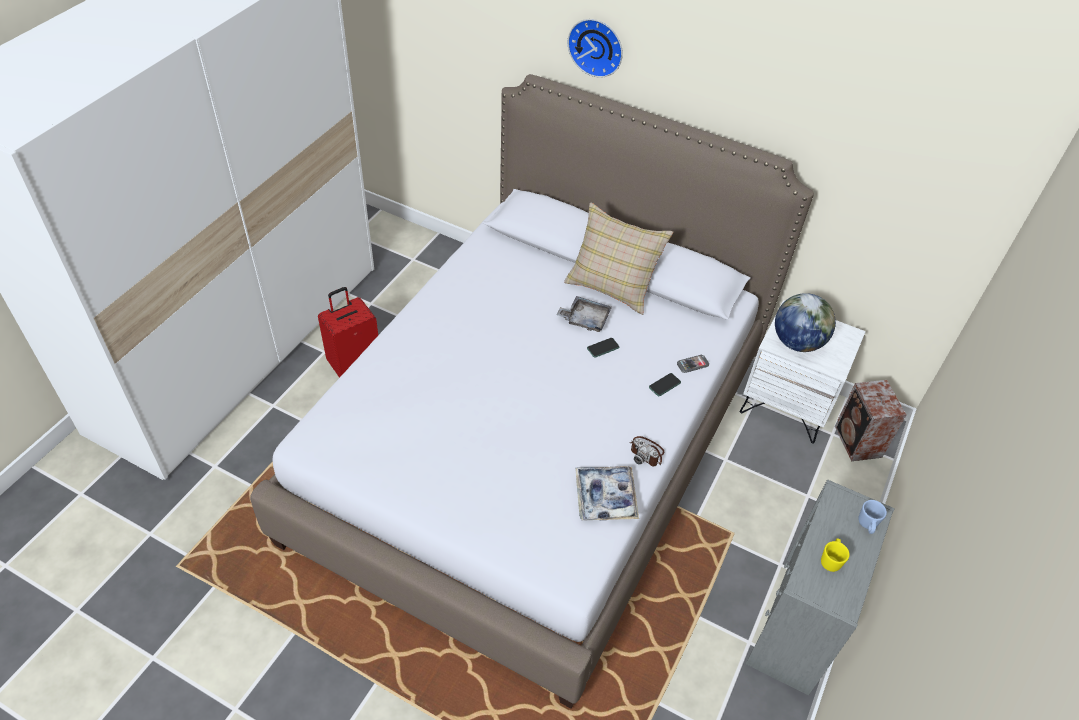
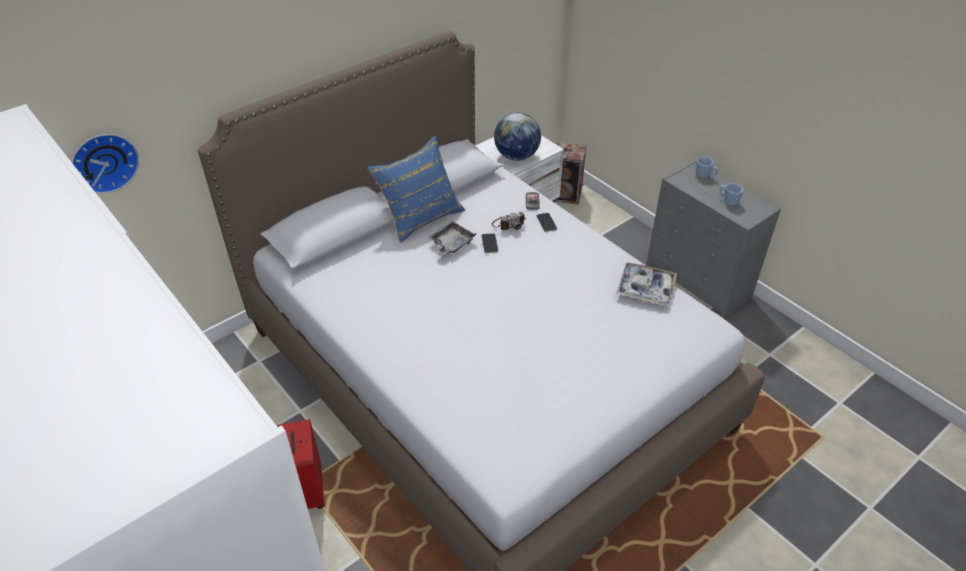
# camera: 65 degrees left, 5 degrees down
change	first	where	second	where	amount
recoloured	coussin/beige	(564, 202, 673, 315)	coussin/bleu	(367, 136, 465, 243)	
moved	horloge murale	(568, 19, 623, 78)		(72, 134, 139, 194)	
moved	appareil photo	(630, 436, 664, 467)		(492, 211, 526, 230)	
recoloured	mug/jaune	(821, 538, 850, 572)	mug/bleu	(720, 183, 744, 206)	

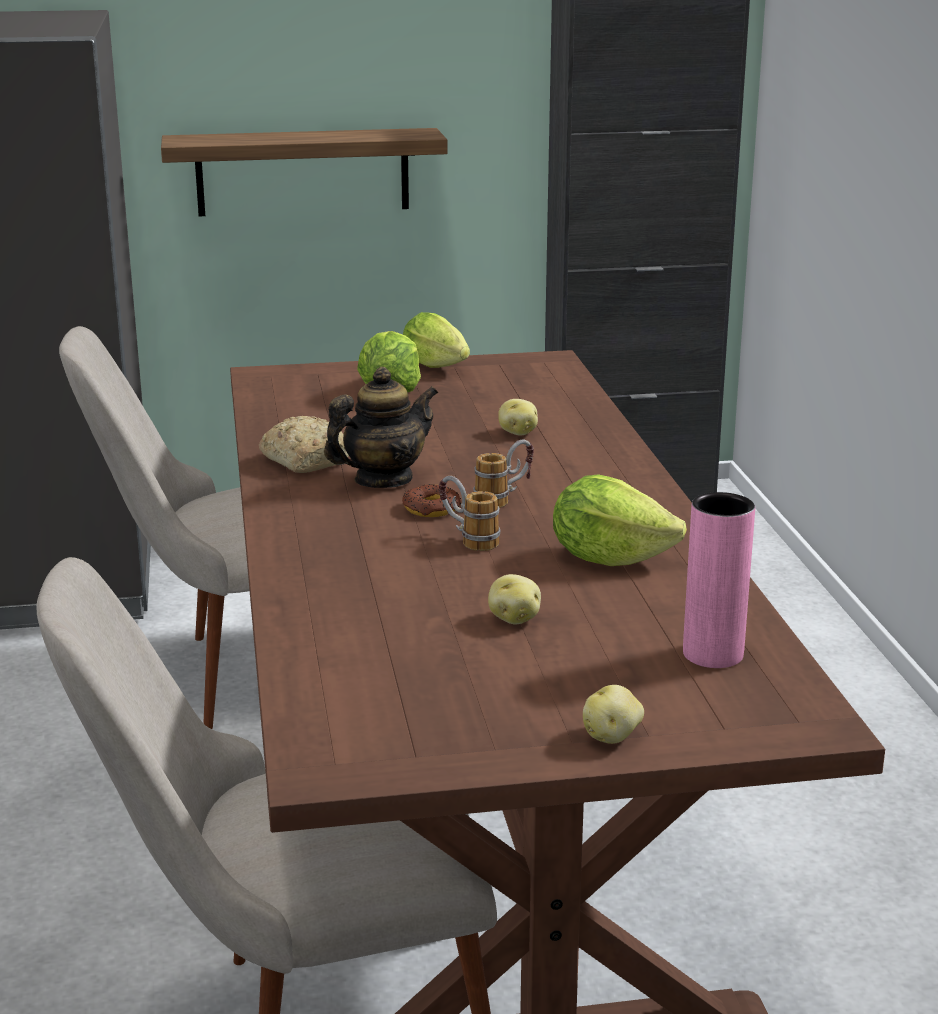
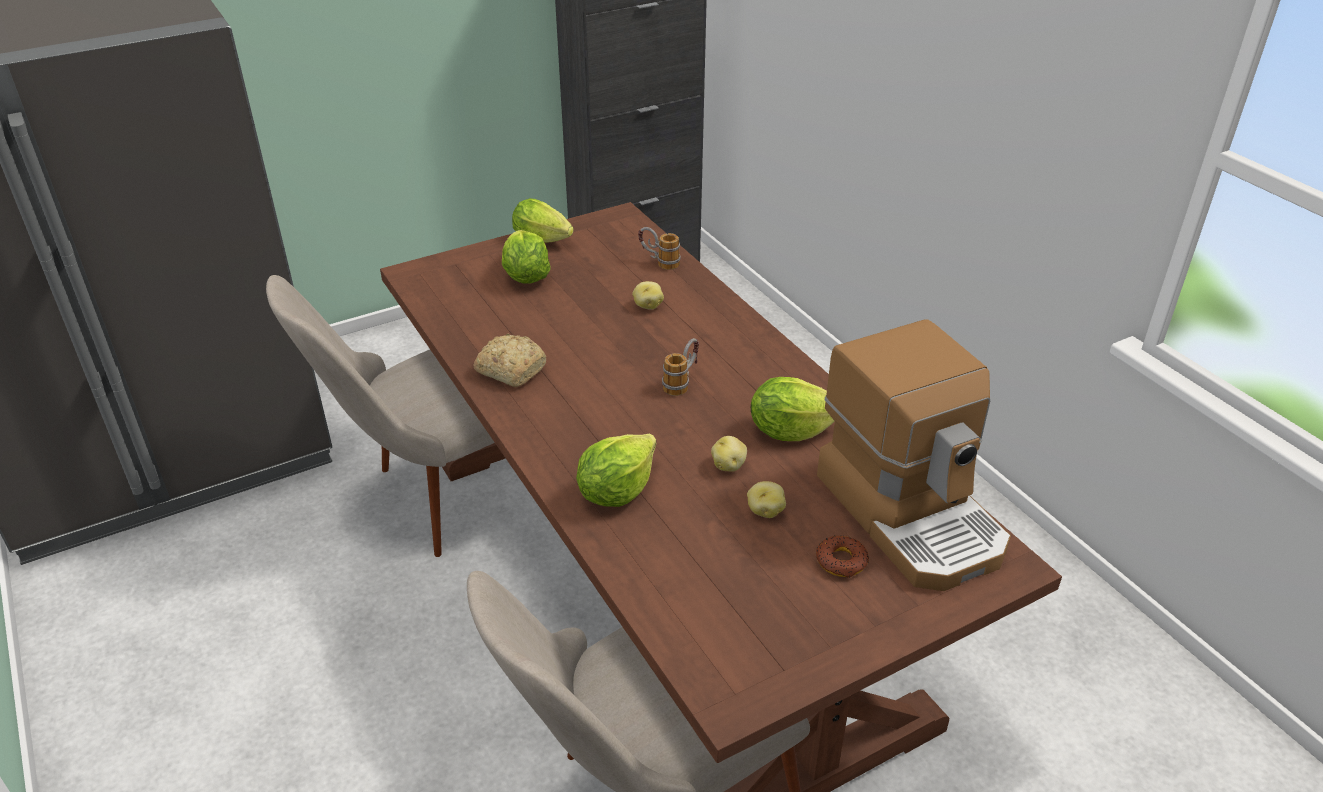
# camera: 20 degrees left, 15 degrees up
change	first	where	second	where	amount
removed	étagère	(161, 128, 448, 216)			
removed	théière	(324, 367, 438, 488)			
moved	beignet	(402, 484, 461, 517)		(816, 535, 869, 578)	
moved	mug	(439, 476, 500, 551)		(638, 227, 681, 270)	
moved	pomme de terre	(583, 685, 644, 744)		(711, 436, 747, 472)	
replaced	vase/rose	(683, 492, 755, 668)	machine à café	(817, 319, 1011, 591)	
added			laitue	(576, 433, 656, 507)	

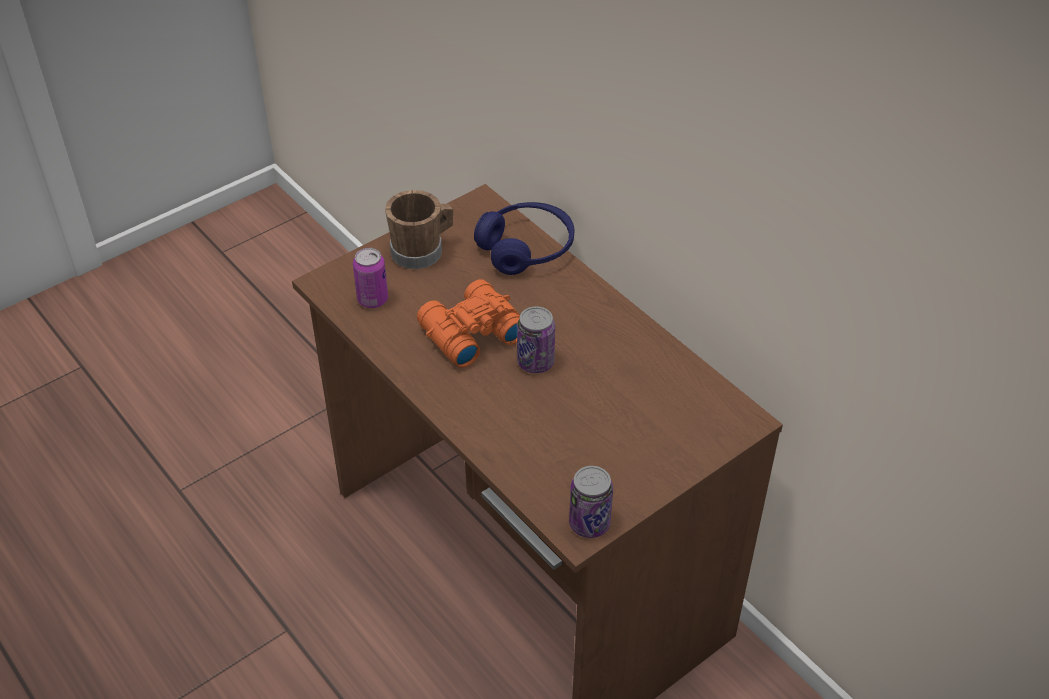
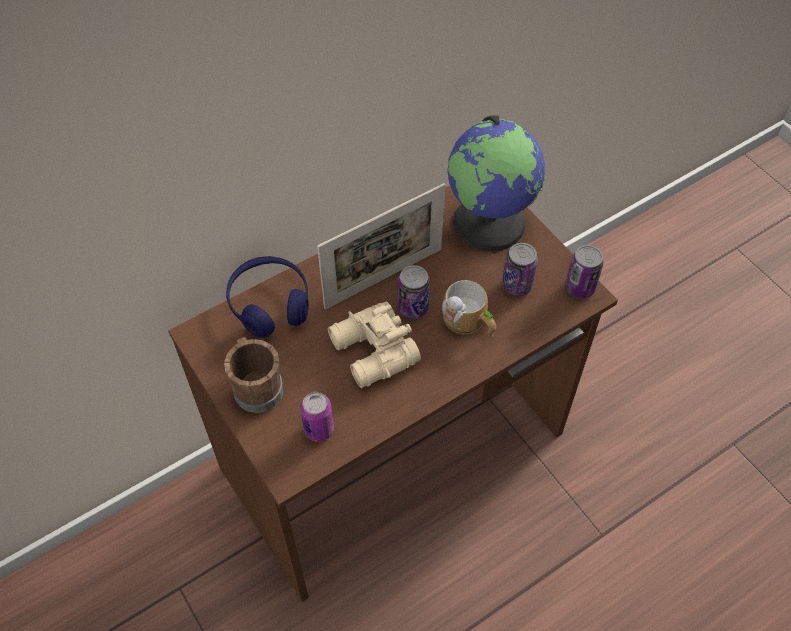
# camera: 85 degrees left, 10 degrees up
change	first	where	second	where	amount
recoloured	jumelles/orange	(417, 279, 520, 368)	jumelles/beige	(328, 302, 421, 388)	
added			cadre photo	(317, 183, 446, 309)	
added			mug	(442, 280, 497, 338)	
added			globe	(447, 115, 546, 251)	
added			boîte métallique	(502, 243, 538, 296)	

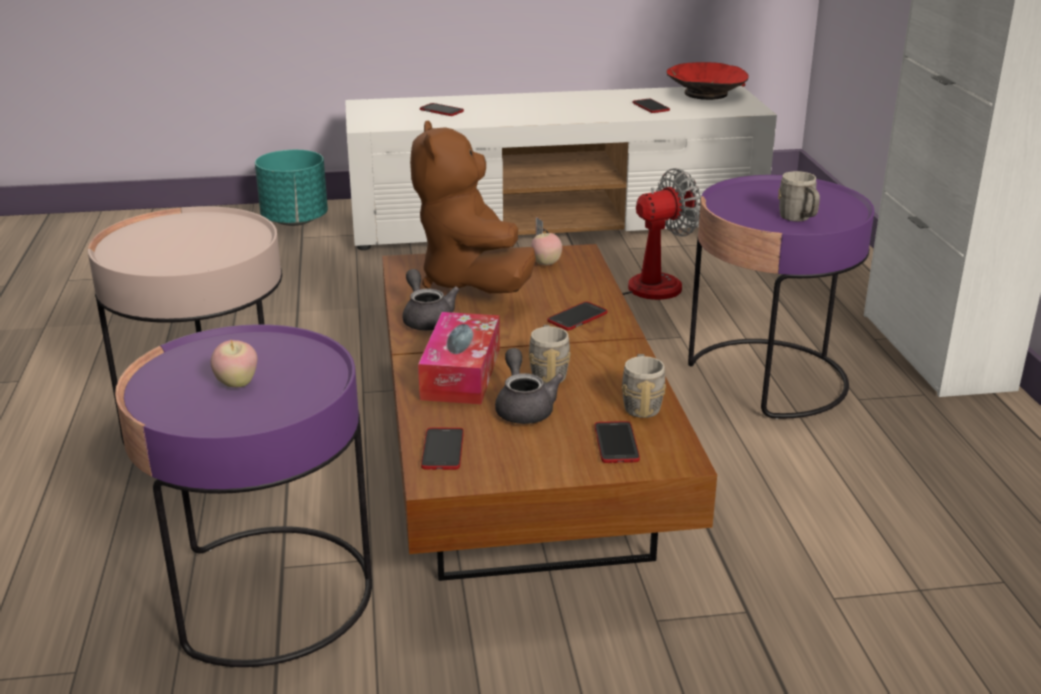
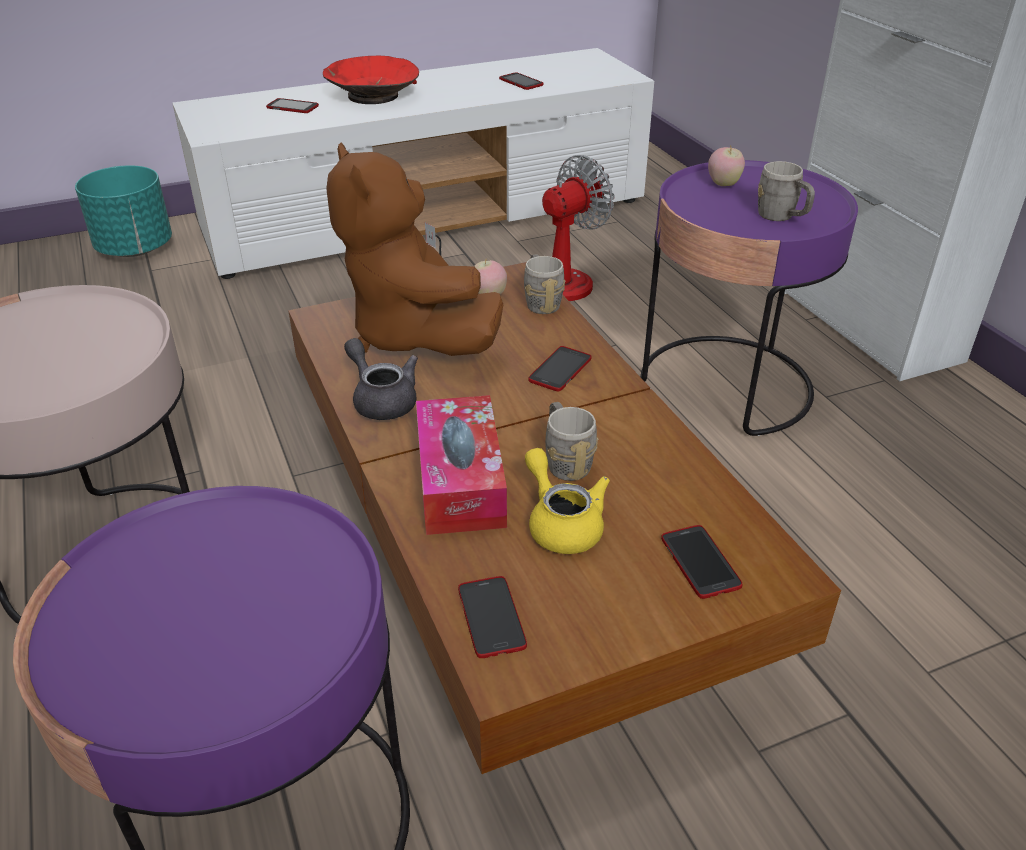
# camera: 15 degrees left, 10 degrees up
change	first	where	second	where	amount
moved	pomme	(211, 340, 257, 387)		(708, 147, 745, 186)	
recoloured	théière/gris	(495, 348, 564, 424)	théière/jaune	(525, 448, 610, 554)	
moved	mug/gris	(622, 354, 666, 418)		(524, 254, 565, 314)	
moved	bol/rouge	(667, 62, 749, 100)		(323, 56, 419, 104)	

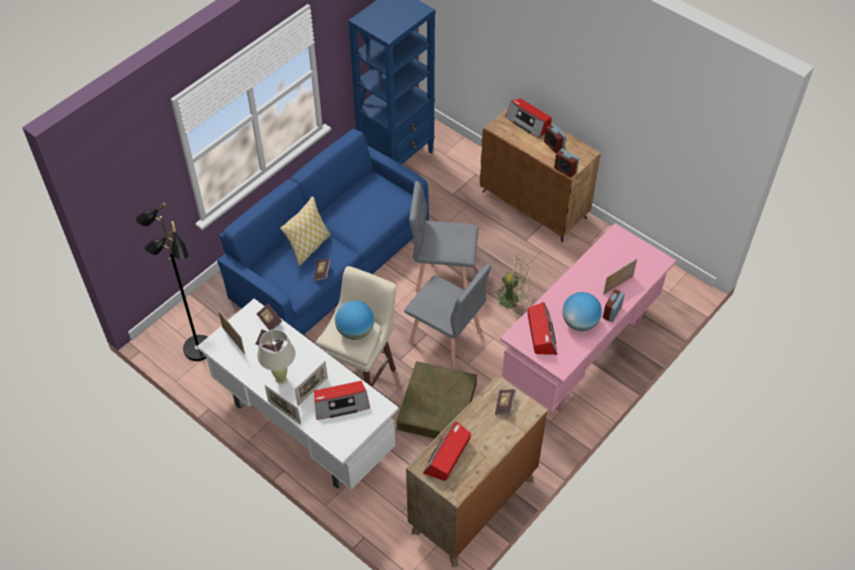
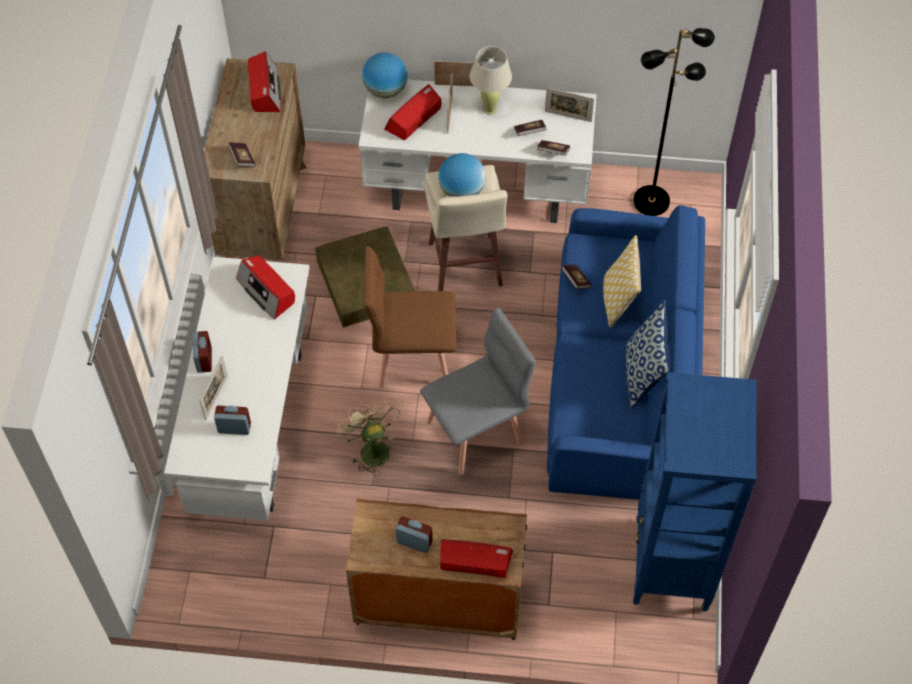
# camera: 145 degrees right, 5 degrees up
change	first	where	second	where	amount
recoloured	chaise/gris	(404, 264, 491, 368)	chaise/marron	(365, 246, 457, 388)	
turned	ventilateur/beige	(493, 256, 531, 316)		(336, 398, 400, 476)	90 degrees clockwise
recoloured	bureau/rose	(500, 223, 676, 412)	bureau/blanc	(164, 257, 309, 521)	
moved	réveil	(554, 149, 579, 177)		(214, 405, 251, 435)	
moved	globe	(562, 292, 602, 331)		(362, 52, 408, 98)	
added			coussin	(626, 300, 670, 409)	

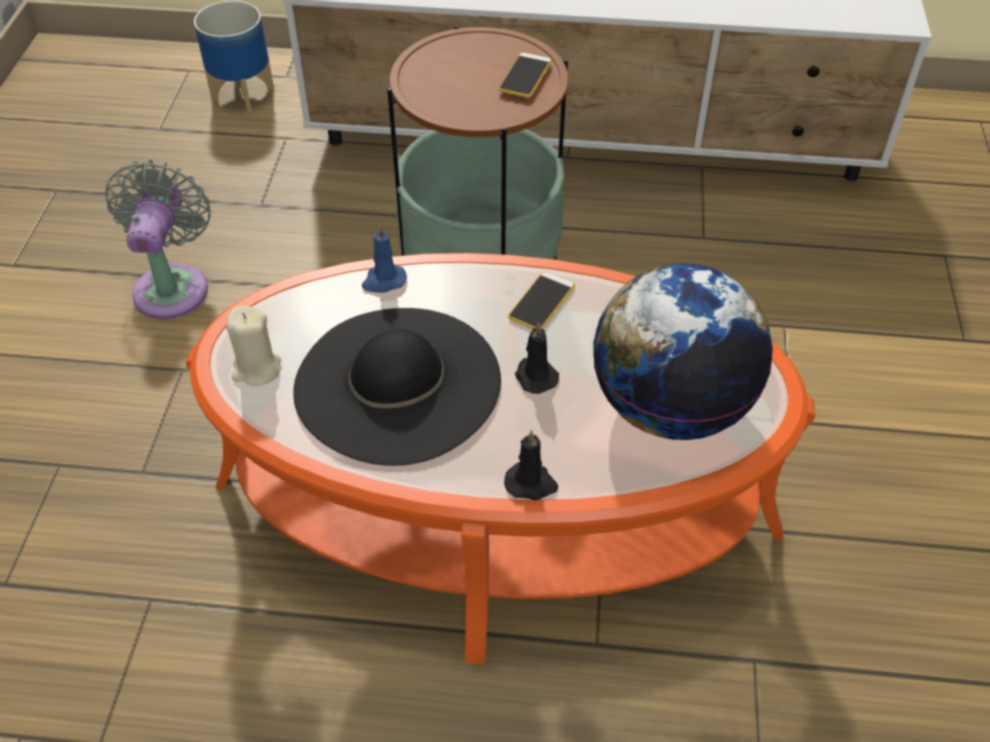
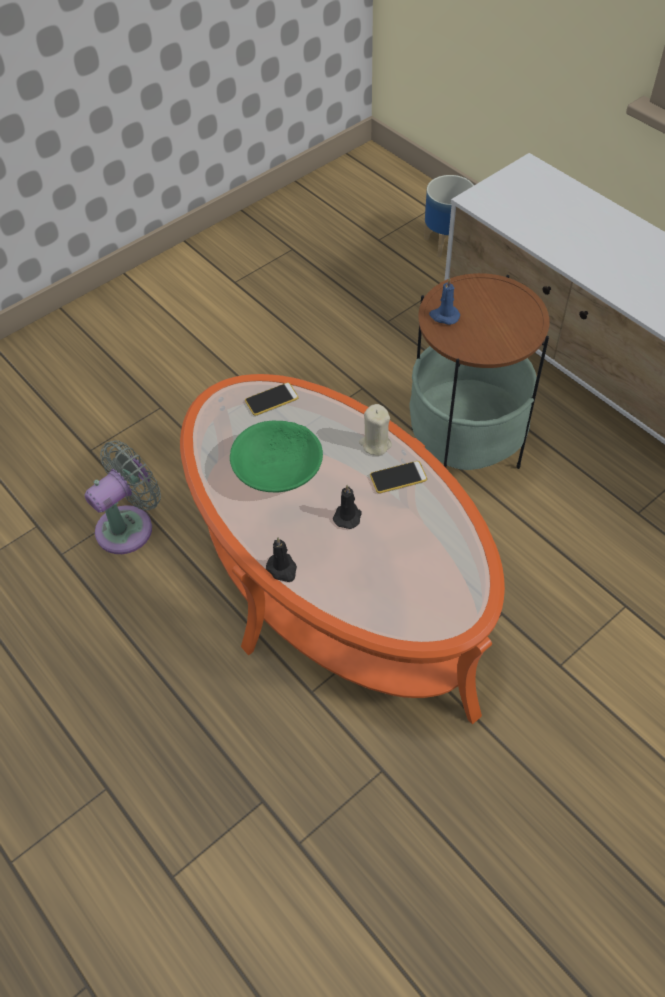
# camera: 45 degrees right, 5 degrees up
change	first	where	second	where	amount
moved	ventilateur/gris	(105, 160, 211, 319)		(85, 440, 161, 554)	
moved	bougie/beige	(227, 306, 281, 386)		(359, 404, 392, 456)	
replaced	chapeau/noir	(293, 308, 501, 466)	bol/vert	(230, 421, 323, 493)	
moved	bougie/bleu	(362, 224, 407, 293)		(429, 277, 460, 325)	
moved	téléphone	(499, 52, 552, 98)		(245, 383, 299, 416)	
removed	globe	(593, 263, 773, 440)			

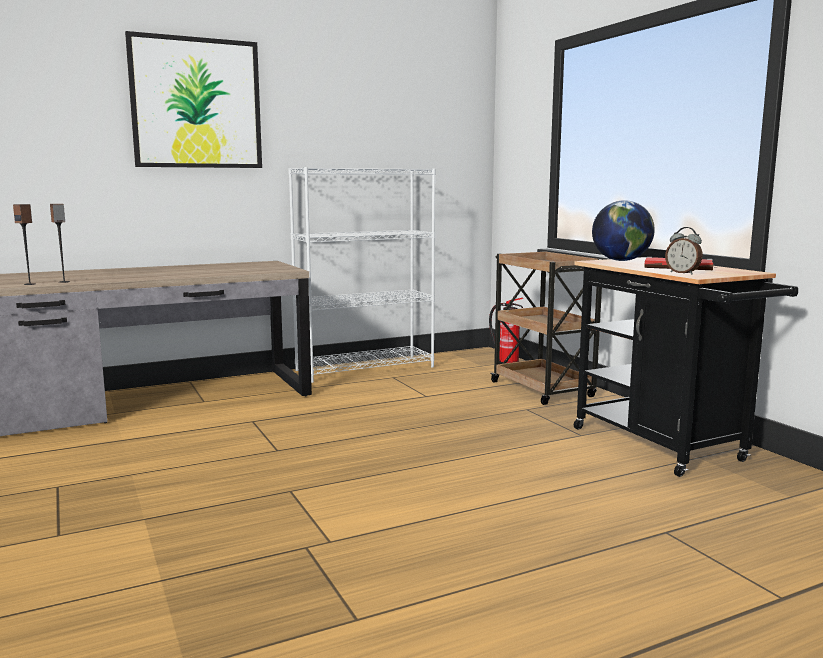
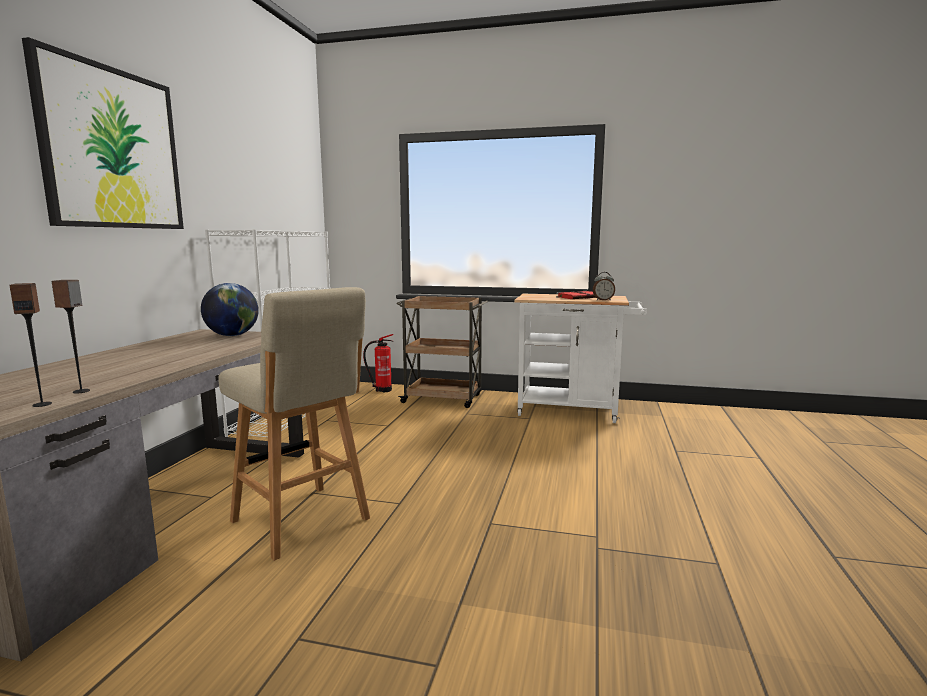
# camera: 50 degrees left, 0 degrees up
change	first	where	second	where	amount
recoloured	chariot/noir	(574, 257, 798, 477)	chariot/blanc	(514, 294, 647, 423)	
moved	globe	(592, 200, 655, 261)		(201, 283, 259, 336)	
added			tabouret/beige	(218, 287, 370, 561)	

